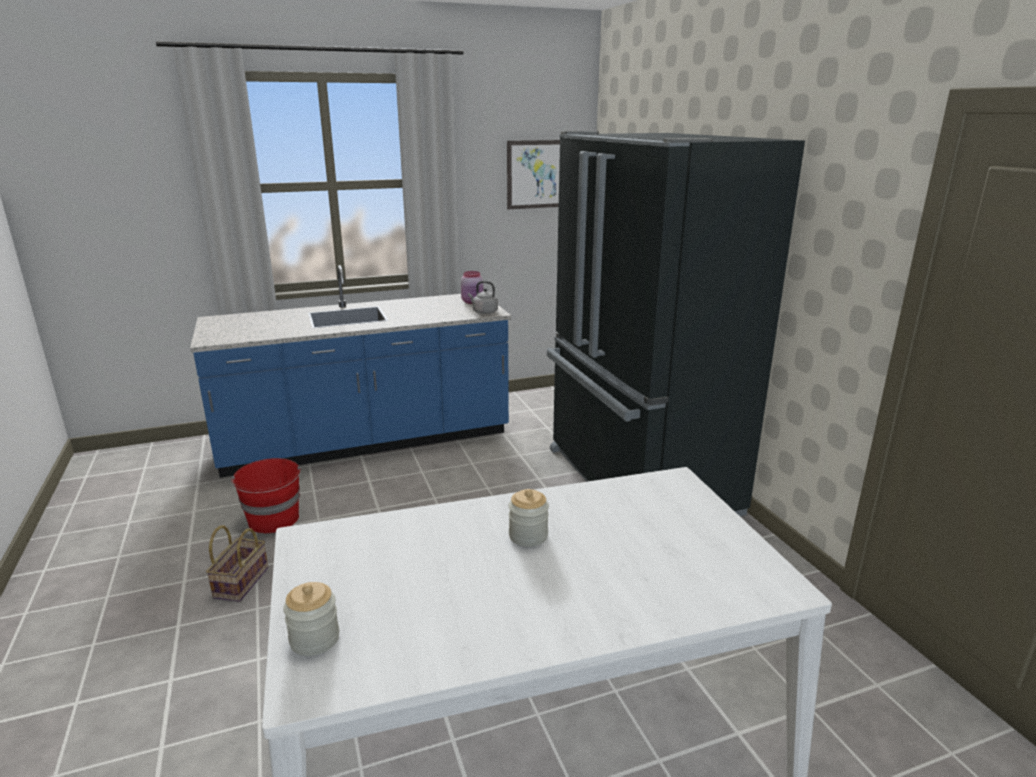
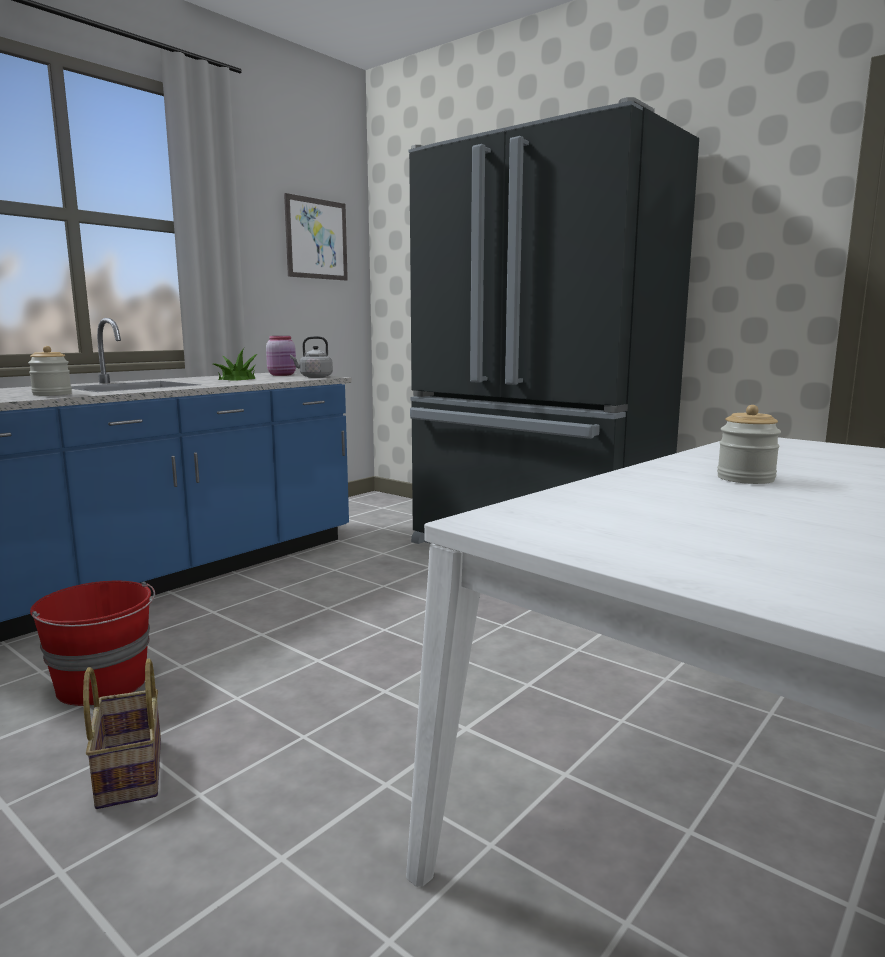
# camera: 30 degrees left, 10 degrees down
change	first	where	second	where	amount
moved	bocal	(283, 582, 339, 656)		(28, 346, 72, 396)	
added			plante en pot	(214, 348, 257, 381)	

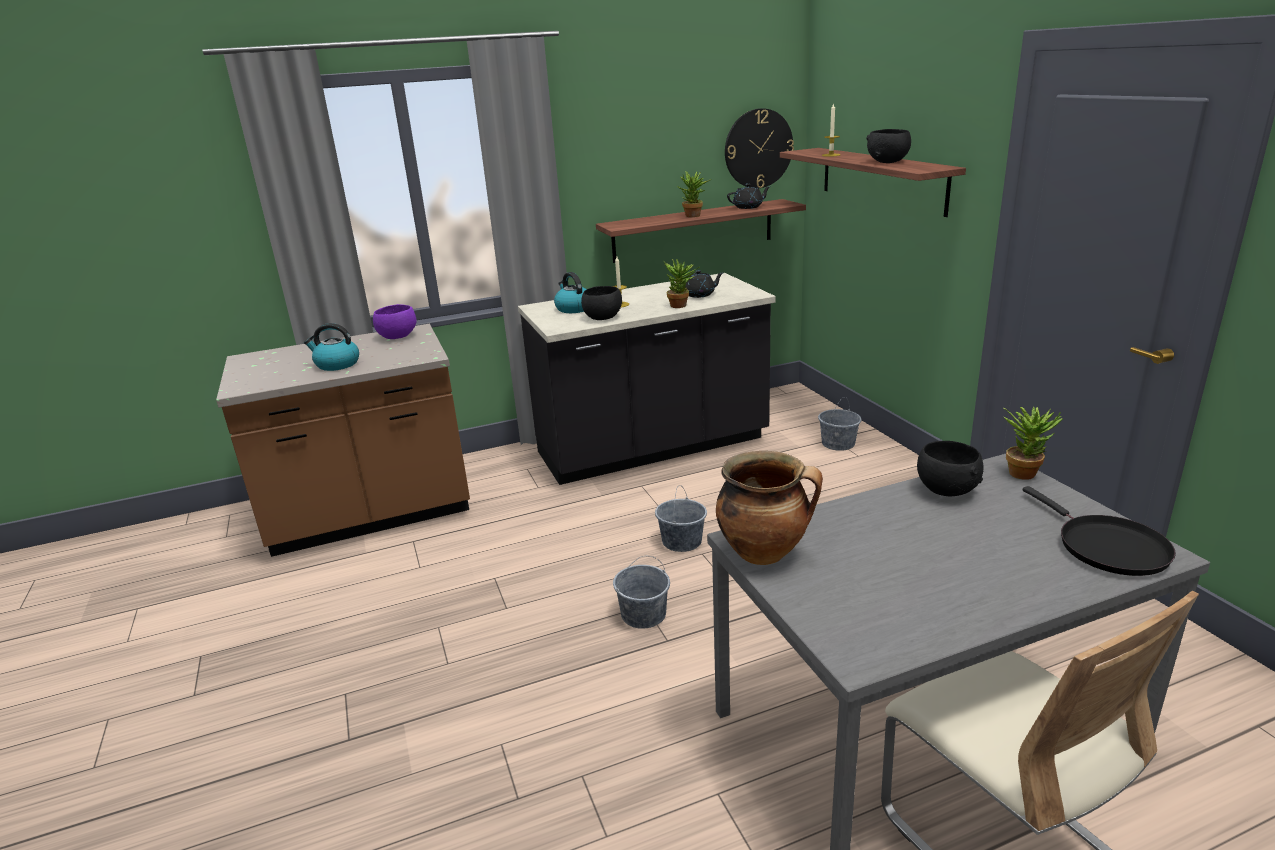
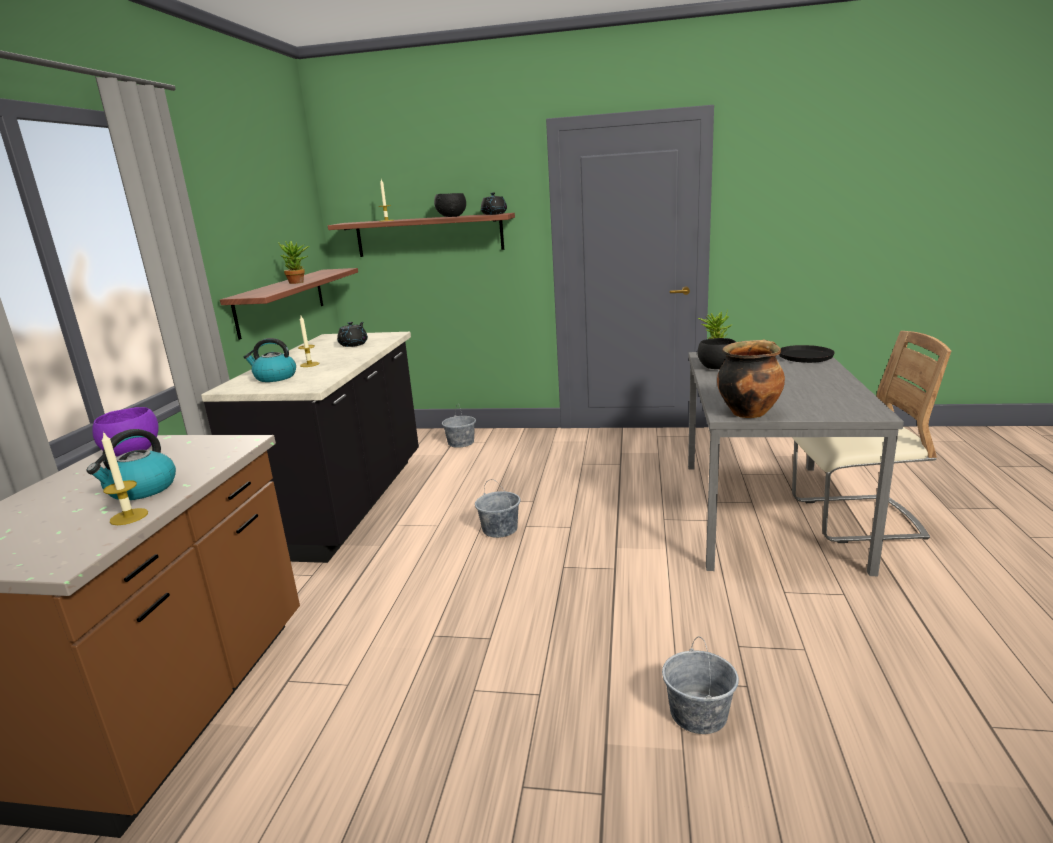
# camera: 60 degrees left, 5 degrees down
change	first	where	second	where	amount
removed	bol/noir	(581, 286, 622, 320)			
moved	seau/gris	(613, 556, 670, 629)		(662, 637, 739, 734)	
removed	plante en pot	(664, 259, 699, 308)			
removed	horloge murale	(725, 108, 794, 188)			
moved	théière/noir	(727, 184, 771, 209)		(481, 192, 507, 215)	
added			bougie	(102, 431, 148, 525)	

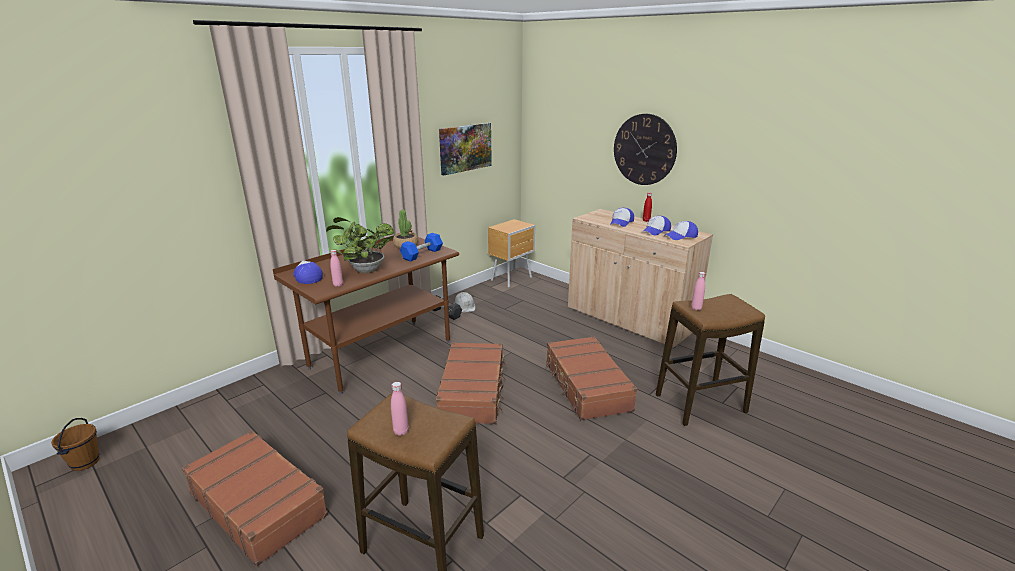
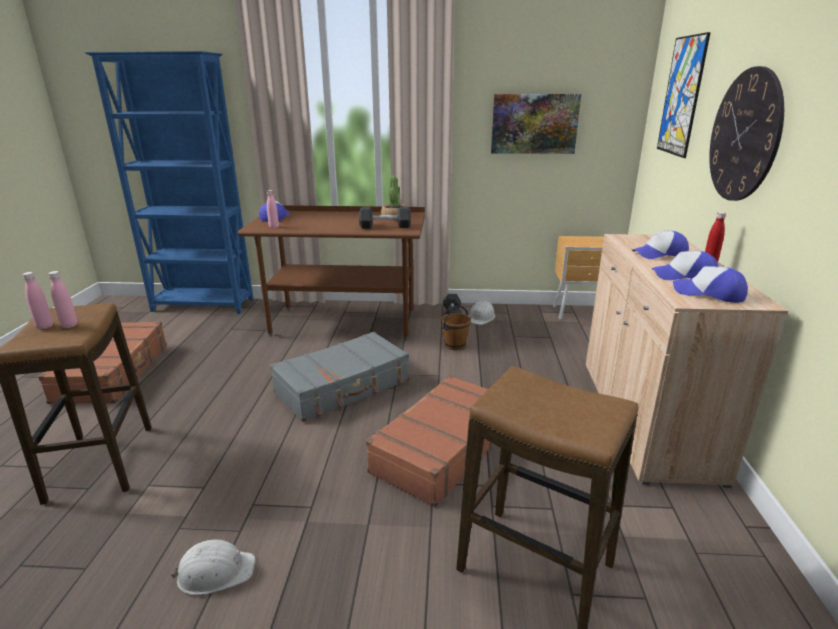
# camera: 50 degrees right, 0 degrees up
change	first	where	second	where	amount
moved	seau/marron	(51, 418, 100, 471)		(441, 306, 471, 350)	
removed	plante en pot	(326, 217, 394, 273)			
recoloured	haltère/bleu	(400, 233, 443, 262)	haltère/noir	(359, 206, 411, 229)	
recoloured	valise/marron	(436, 342, 507, 424)	valise/gris	(270, 332, 409, 422)	
moved	bouteille/rose	(691, 272, 705, 311)		(48, 271, 78, 328)	
added			bibliothèque/bleu	(85, 51, 253, 314)	
added			casque de chantier/blanc	(170, 540, 255, 595)	
added			tableau	(657, 32, 711, 158)	

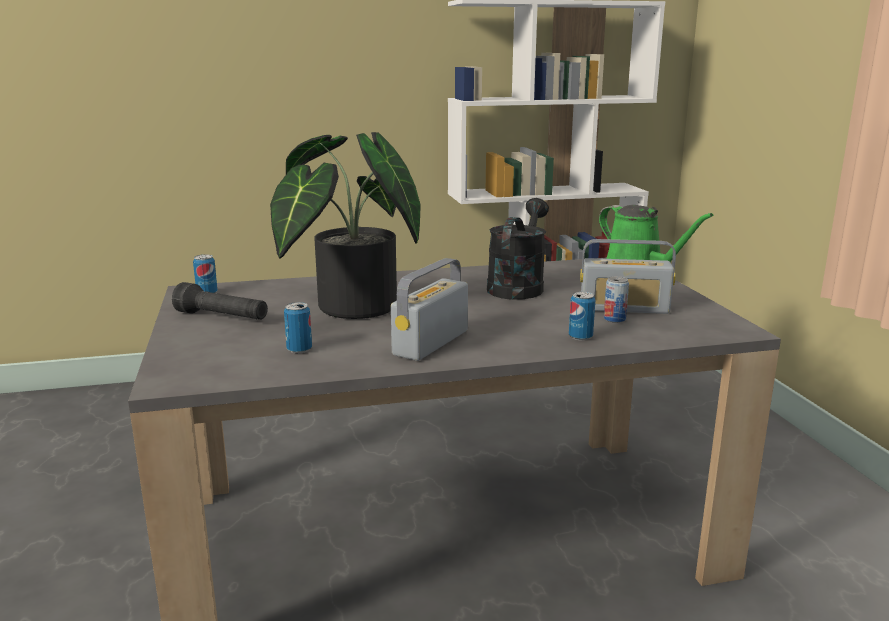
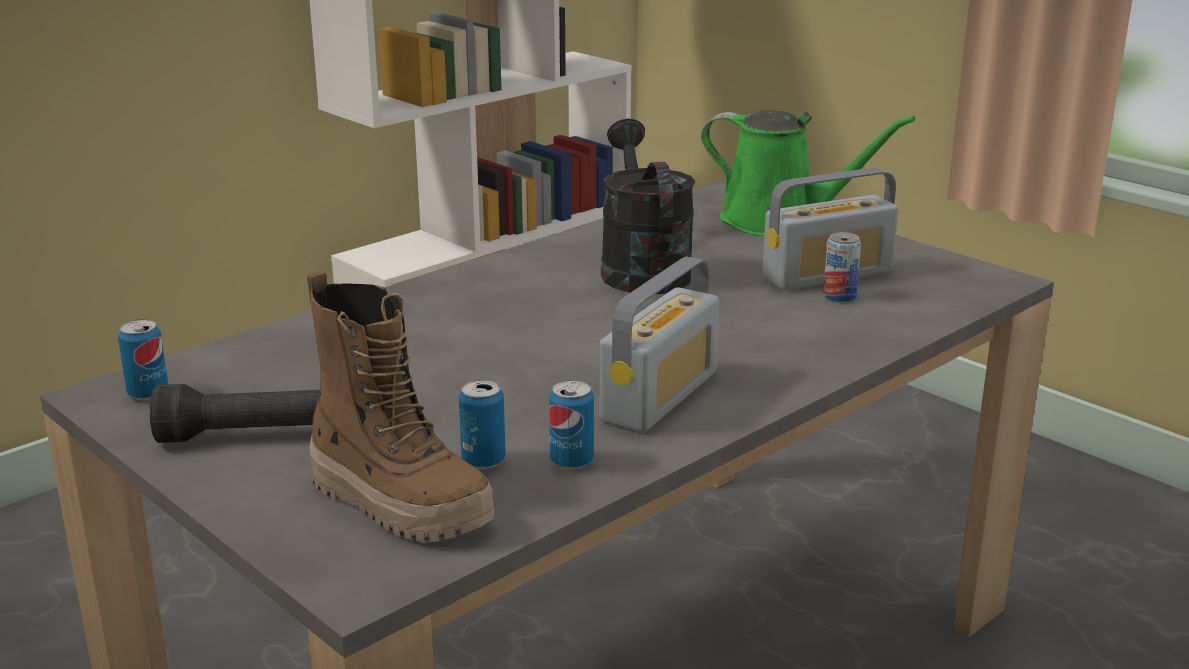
# camera: 30 degrees left, 5 degrees up
change	first	where	second	where	amount
removed	plante en pot	(270, 132, 421, 319)			
turned	radio	(391, 258, 468, 361)		(599, 257, 719, 432)	150 degrees counterclockwise
moved	boîte métallique	(569, 292, 595, 341)		(549, 380, 594, 470)	
added			botte	(307, 270, 494, 542)	

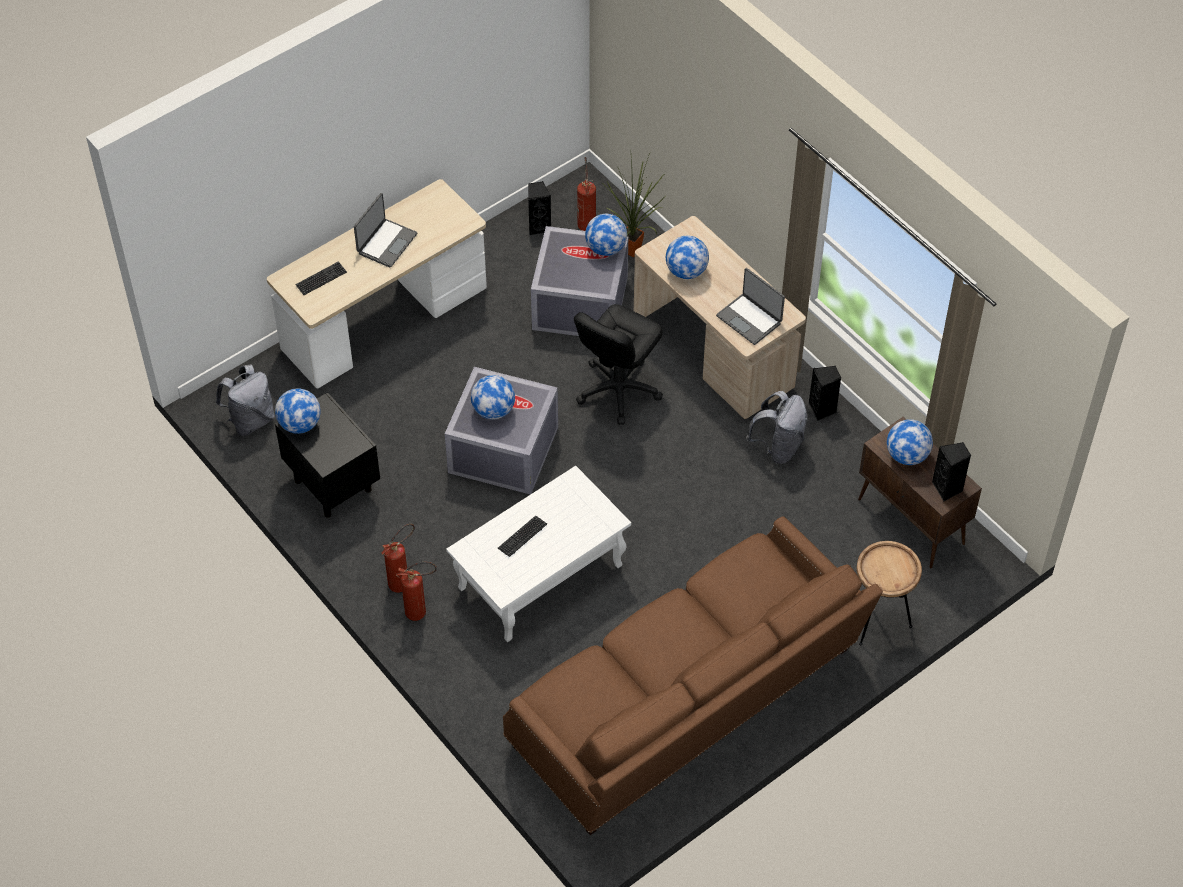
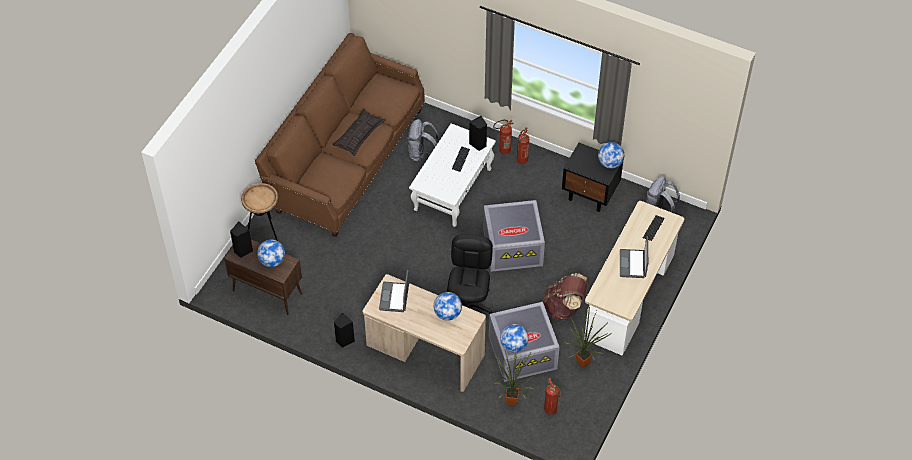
# camera: 155 degrees right, 0 degrees up
change	first	where	second	where	amount
removed	globe	(471, 375, 515, 419)			
moved	enceinte/noir	(528, 181, 551, 236)		(469, 116, 487, 151)	
turned	ordinateur portable	(716, 268, 785, 345)		(379, 270, 409, 312)	105 degrees counterclockwise
moved	sac à dos/gris	(746, 391, 808, 464)		(407, 119, 439, 162)	
added			coussin	(332, 109, 385, 156)	
added			sac à dos/marron	(543, 273, 588, 320)	
added			plante en pot	(564, 306, 612, 368)	

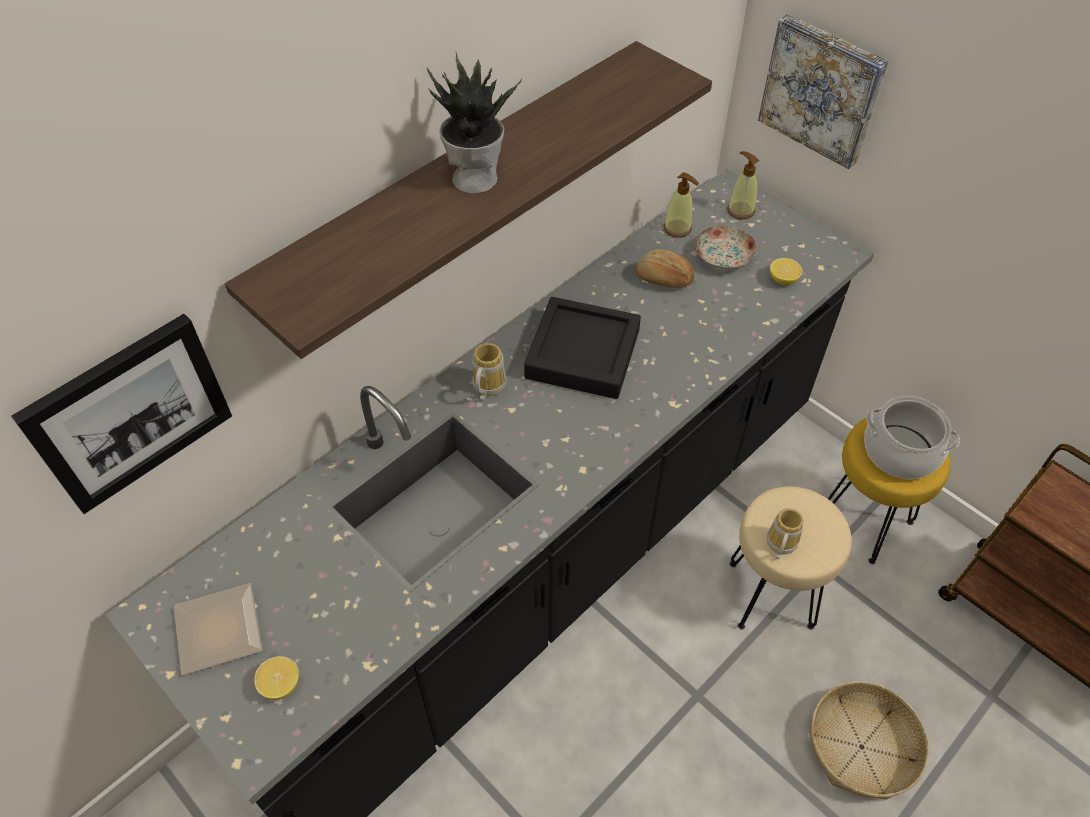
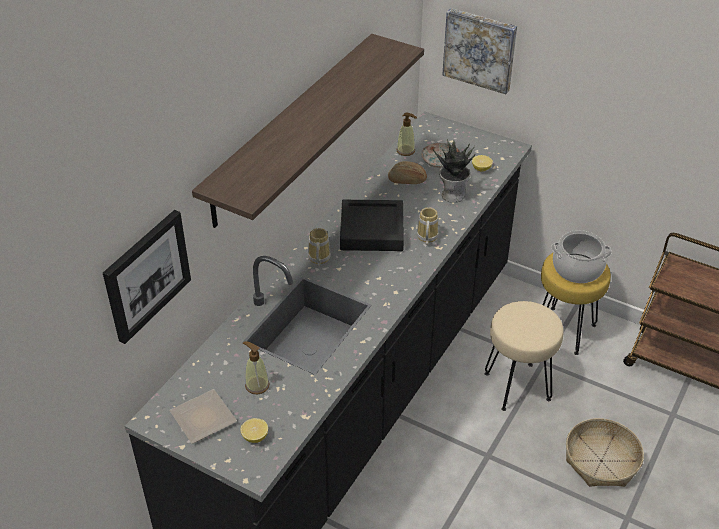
# camera: 15 degrees left, 10 degrees down
change	first	where	second	where	amount
moved	plante en pot	(427, 52, 522, 194)		(432, 139, 475, 203)	
moved	distributeur de savon	(727, 151, 759, 219)		(243, 341, 270, 394)	
moved	mug	(767, 508, 804, 559)		(417, 207, 439, 245)	

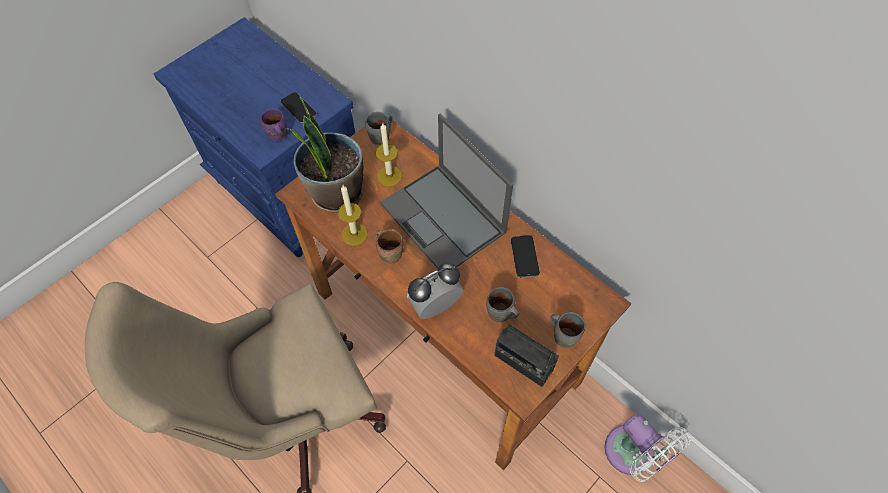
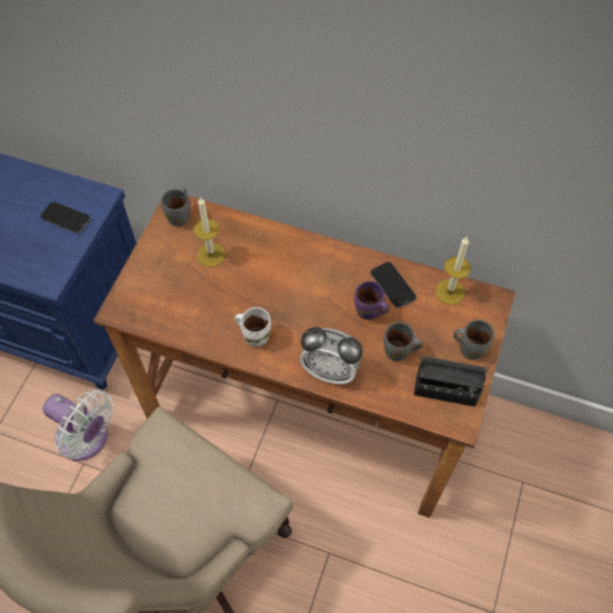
# camera: 25 degrees left, 0 degrees up
change	first	where	second	where	amount
moved	mug/violet	(261, 109, 288, 141)		(354, 281, 389, 320)	
removed	plante en pot	(287, 97, 364, 213)			
moved	bougie	(338, 185, 368, 246)		(435, 237, 471, 305)	
recoloured	mug/marron	(376, 229, 404, 264)	mug/blanc	(234, 307, 271, 347)	
removed	ordinateur portable	(380, 113, 513, 269)			
turned	réveil	(407, 263, 464, 319)		(300, 327, 363, 384)	105 degrees counterclockwise
moved	ventilateur/blanc	(605, 413, 691, 482)		(43, 390, 113, 461)	

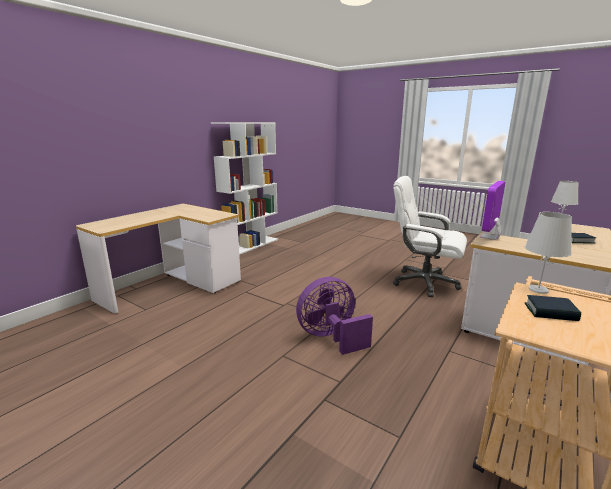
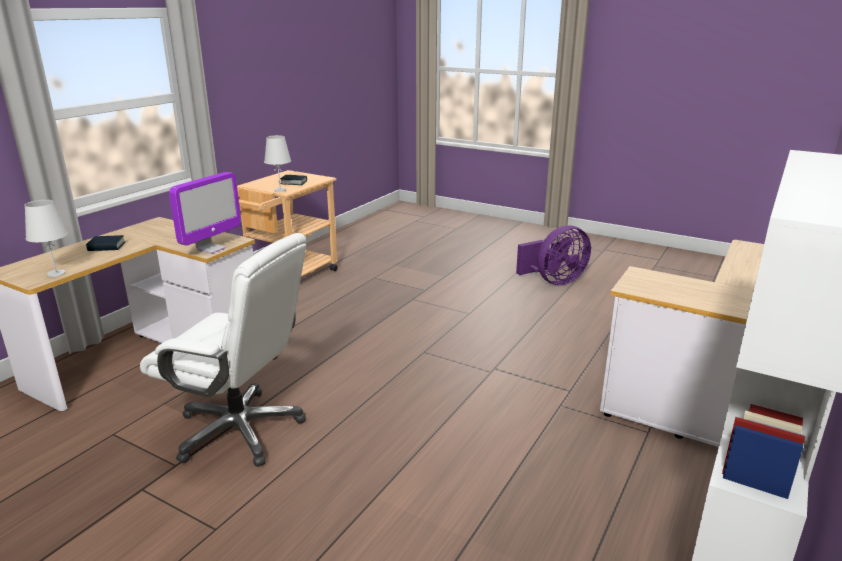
# camera: 175 degrees right, 5 degrees up
change	first	where	second	where	amount
moved	ventilateur/violet	(296, 277, 373, 355)		(516, 225, 591, 285)	

